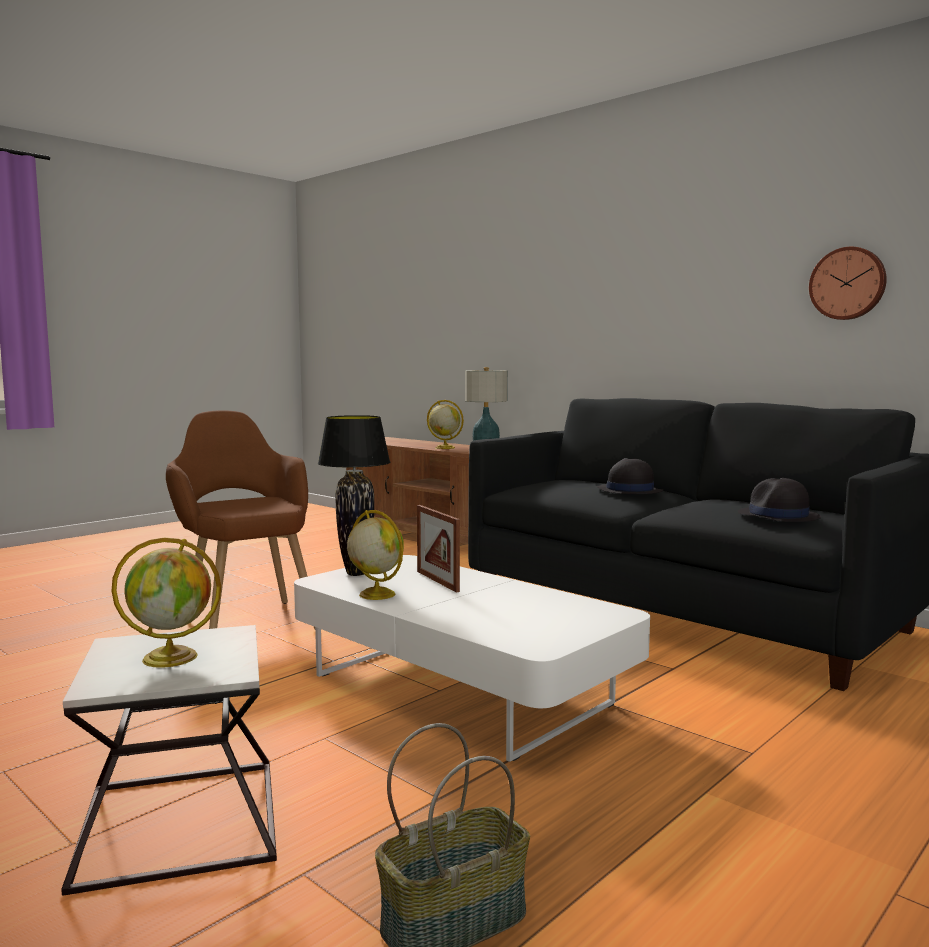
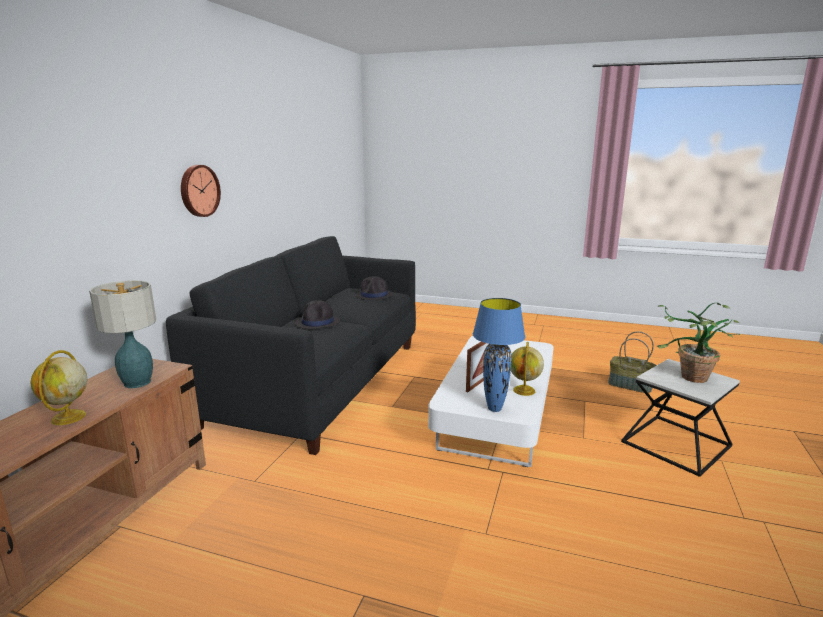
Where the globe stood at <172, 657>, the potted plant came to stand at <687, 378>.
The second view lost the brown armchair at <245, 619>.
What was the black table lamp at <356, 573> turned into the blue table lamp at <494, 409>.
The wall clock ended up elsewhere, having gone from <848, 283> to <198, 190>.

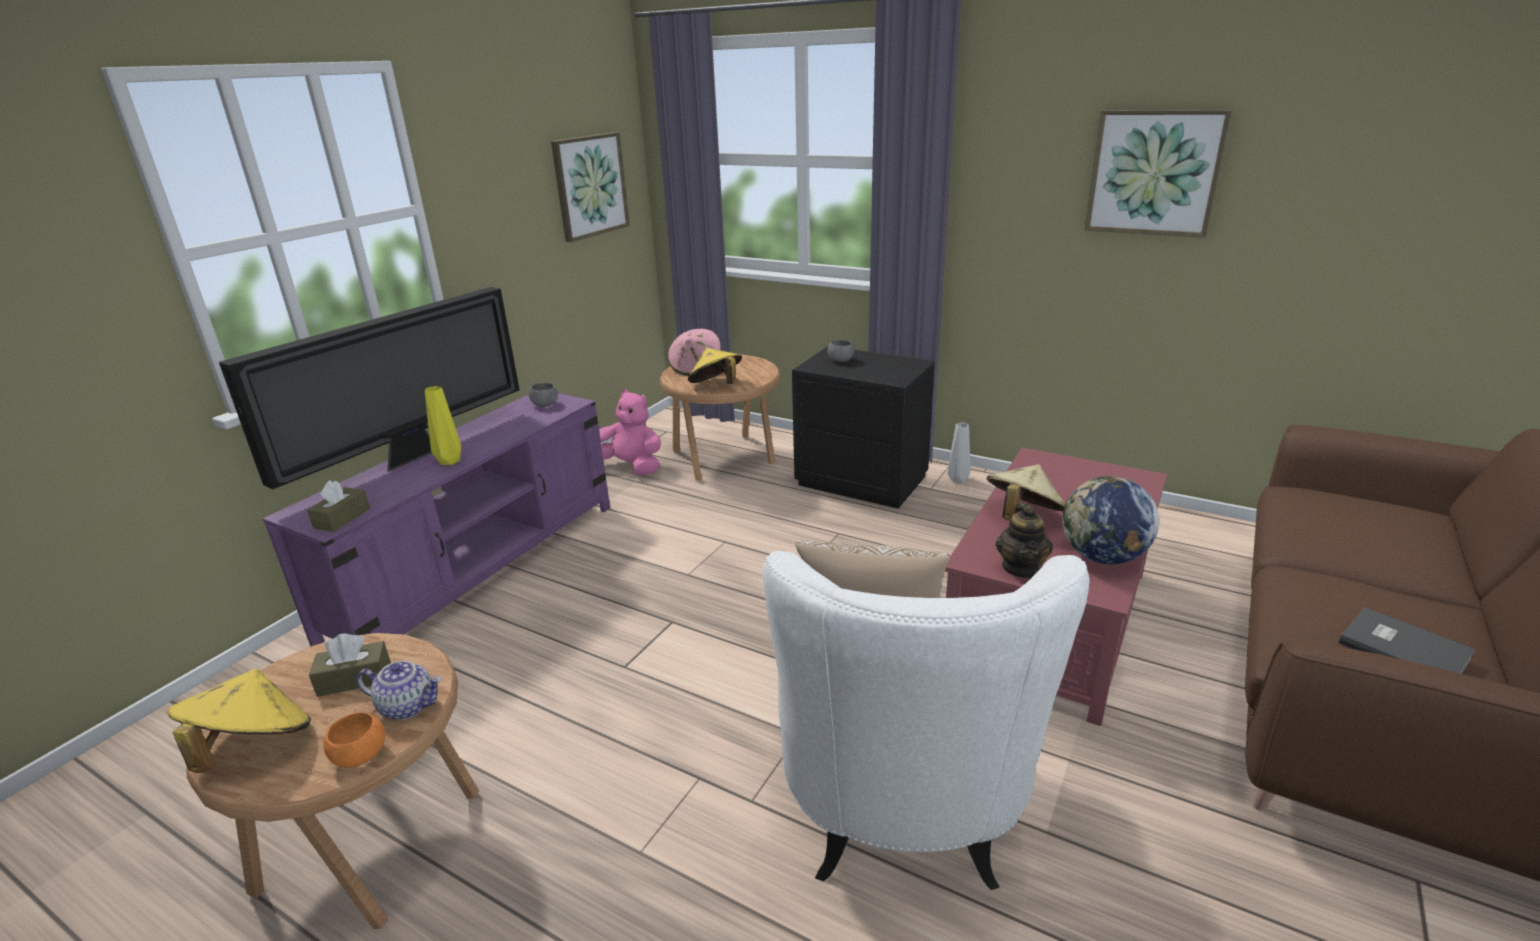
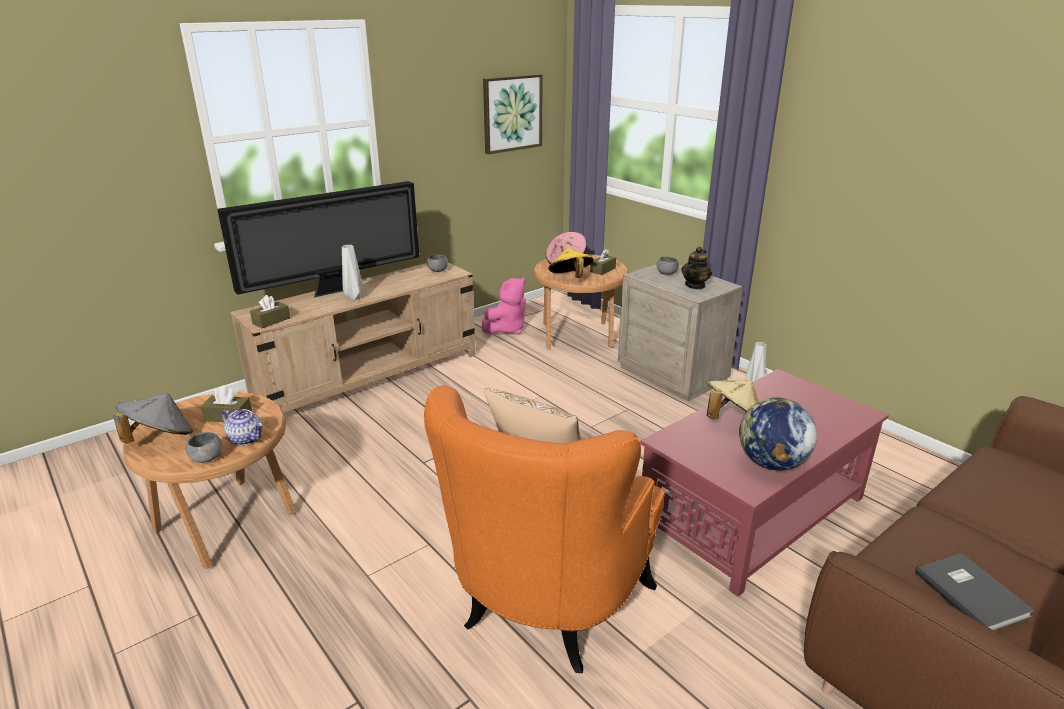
What was the yellow hat at <253, 745> turned into the grey hat at <160, 438>.
What was the purple tv stand at <480, 568> turned into the beige tv stand at <370, 377>.
What was the orange bowl at <360, 756> turned into the grey bowl at <207, 458>.
What was the yellow vase at <449, 461> turned into the grey vase at <354, 297>.
The pink plush toy at <631, 467> ended up facing another way, 90 degrees clockwise from before.
What was the white armchair at <901, 817> turned into the orange armchair at <544, 609>.
What was the black nightstand at <862, 480> turned into the beige nightstand at <673, 374>.
The teapot ended up elsewhere, having gone from <1021, 568> to <695, 285>.
The second view lost the picture at <1154, 172>.
The second view gained the brown tissue box at <602, 270>.

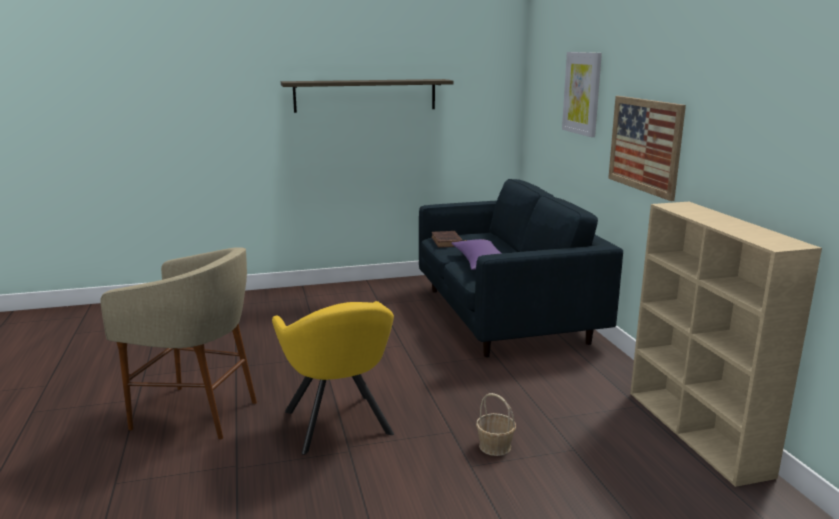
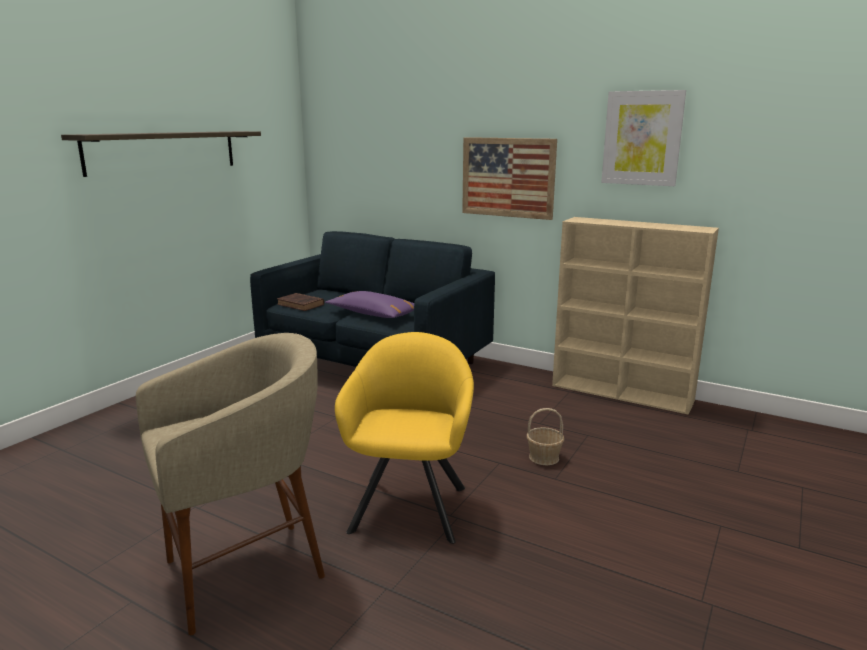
The yellow armchair at <339, 426> ended up facing another way, 105 degrees counterclockwise from before.
The picture ended up elsewhere, having gone from <582, 93> to <642, 138>.

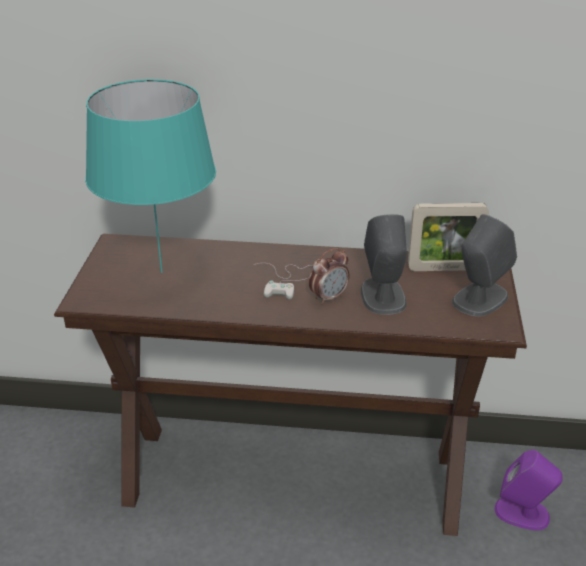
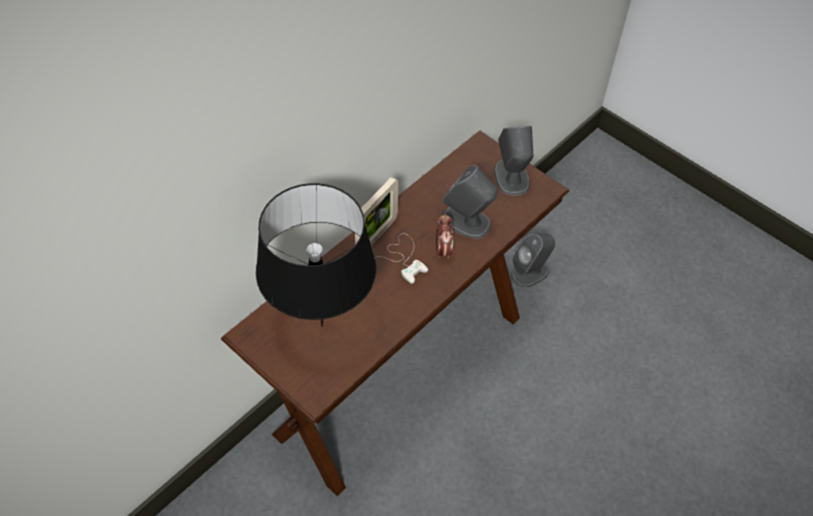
What was the turquoise table lamp at <161, 272> turned into the black table lamp at <322, 326>.
The picture frame ended up elsewhere, having gone from <443, 268> to <376, 235>.
What was the purple speaker at <523, 513> turned into the grey speaker at <530, 273>.

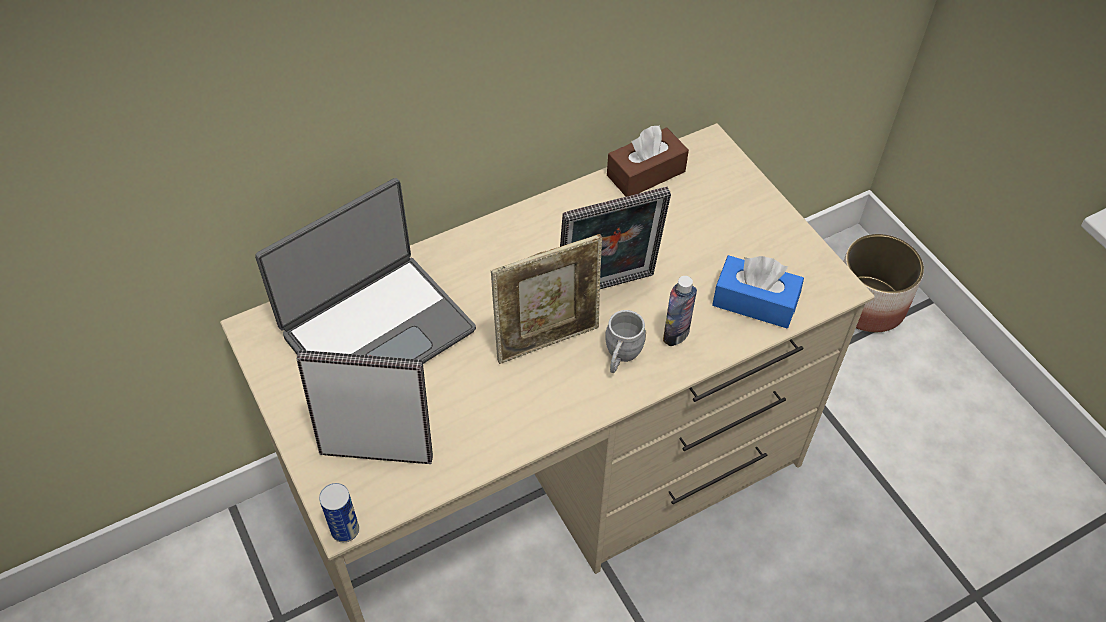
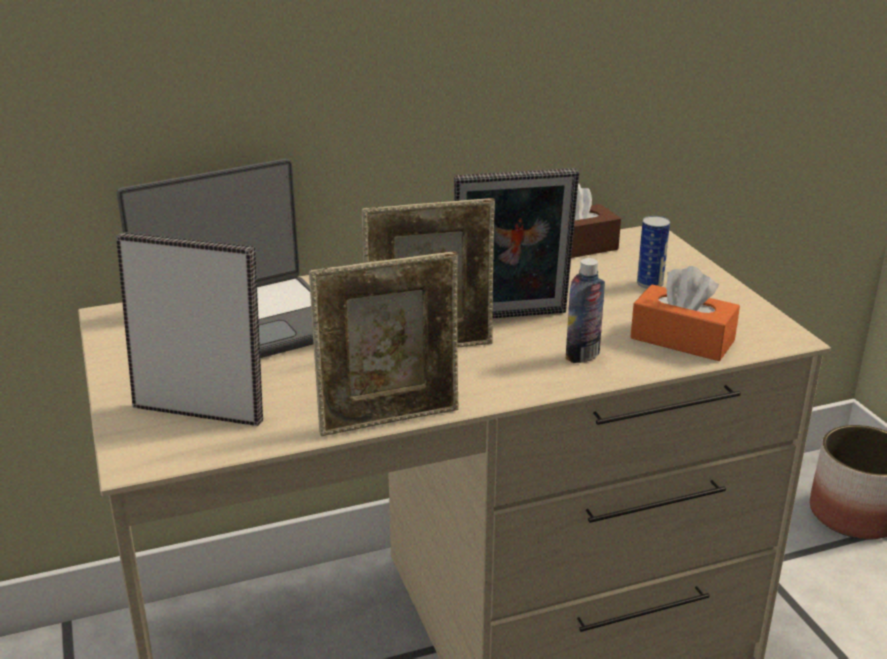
The can ended up elsewhere, having gone from <345, 530> to <649, 284>.
The second view lost the grey mug at <620, 357>.
What was the blue tissue box at <754, 302> turned into the orange tissue box at <682, 339>.
The second view gained the picture frame at <389, 418>.

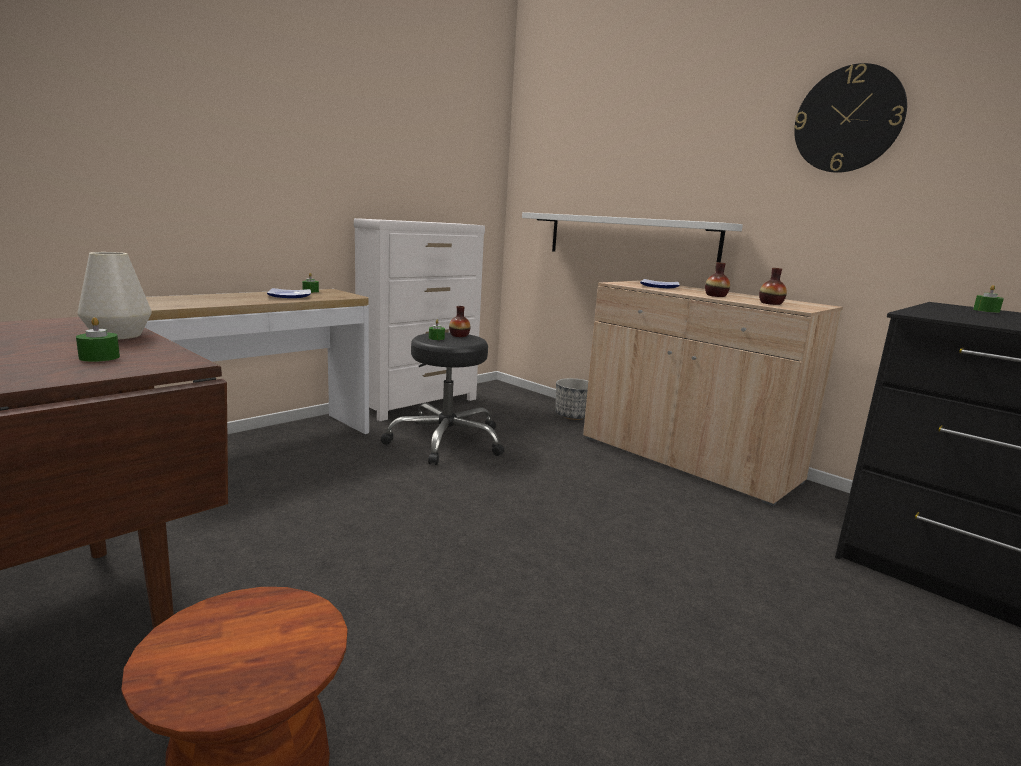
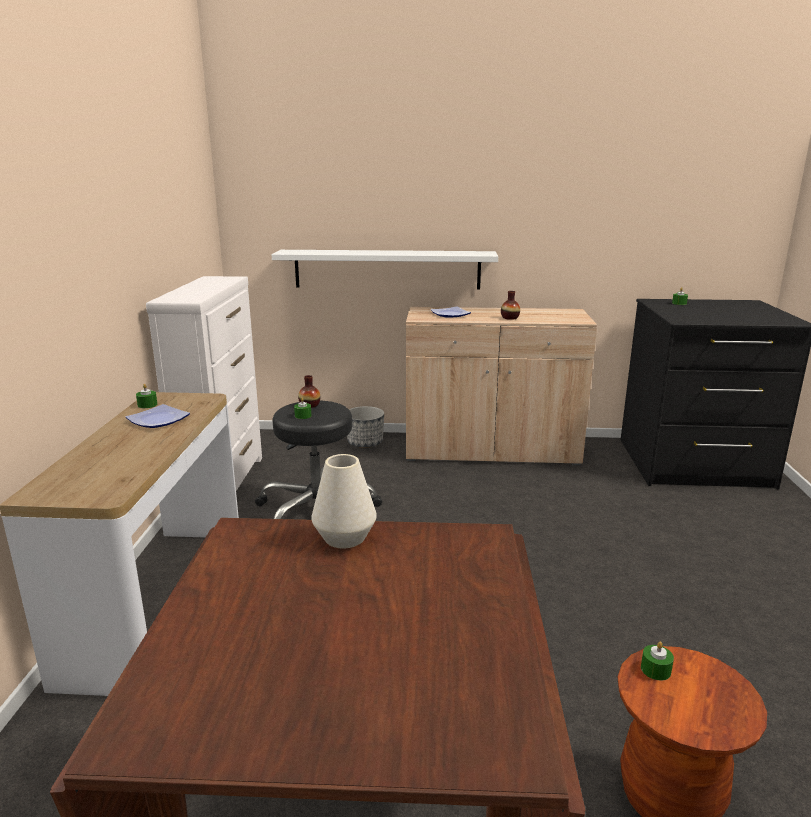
The green candle ended up elsewhere, having gone from <99, 357> to <655, 670>.
The second view lost the vase at <770, 303>.
The second view lost the wall clock at <848, 119>.

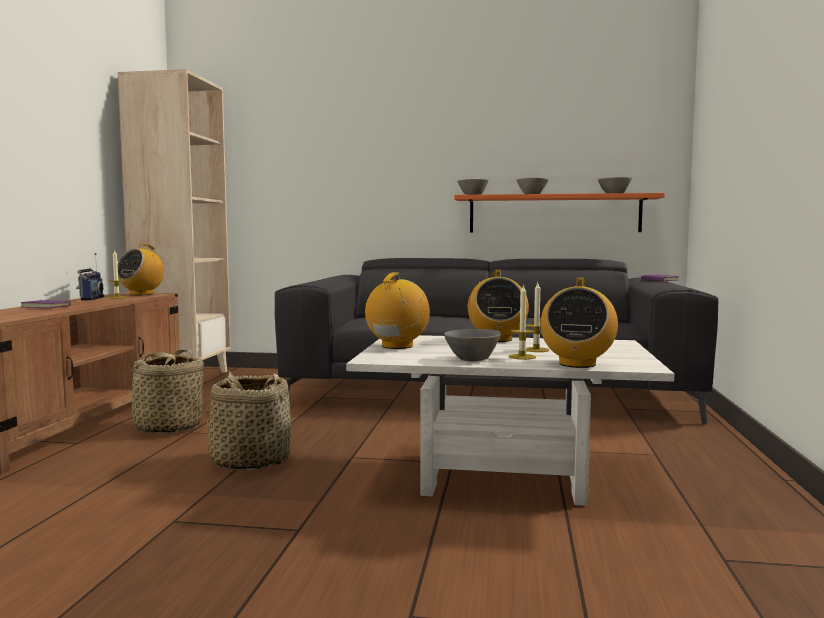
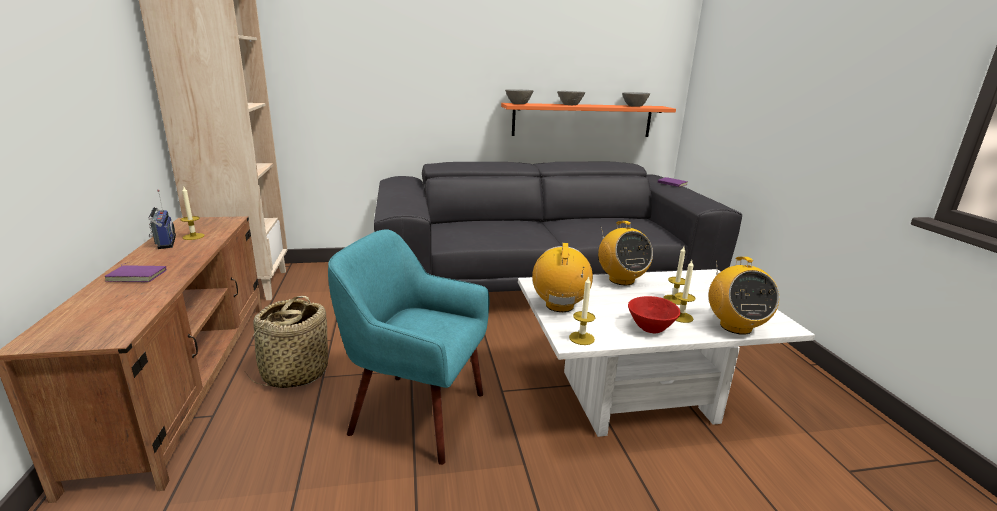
The second view lost the radio at <142, 294>.
Where the basket stood at <250, 461>, the turquoise armchair came to stand at <416, 413>.
What was the grey bowl at <471, 359> turned into the red bowl at <649, 327>.
The second view gained the candle at <581, 338>.

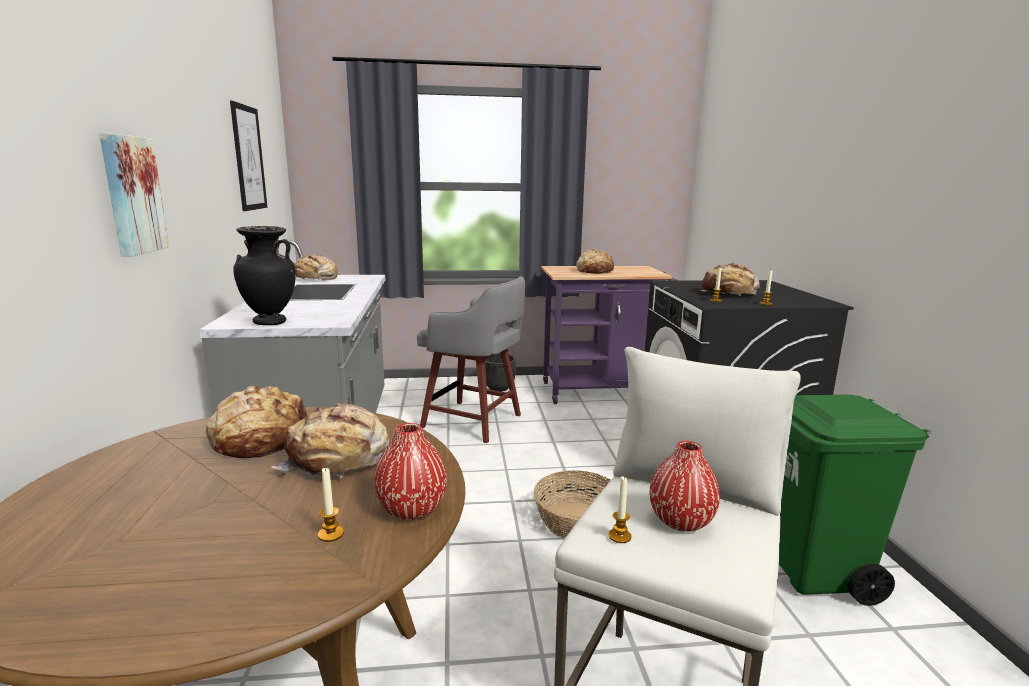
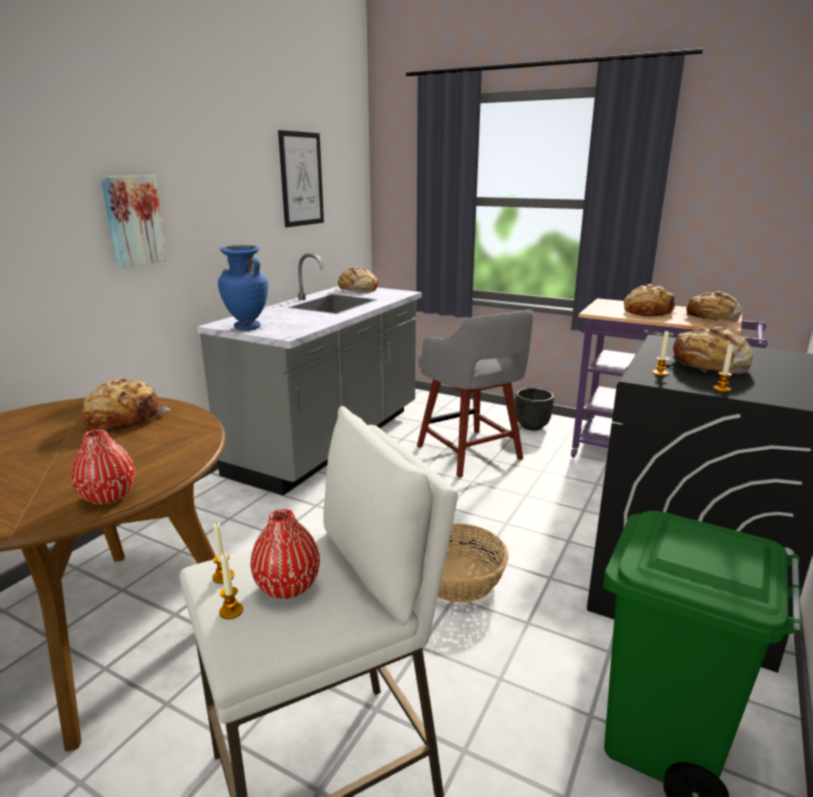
What was the black vase at <270, 322> turned into the blue vase at <247, 327>.
The bread ended up elsewhere, having gone from <338, 459> to <711, 318>.
The candle ended up elsewhere, having gone from <331, 534> to <231, 611>.

